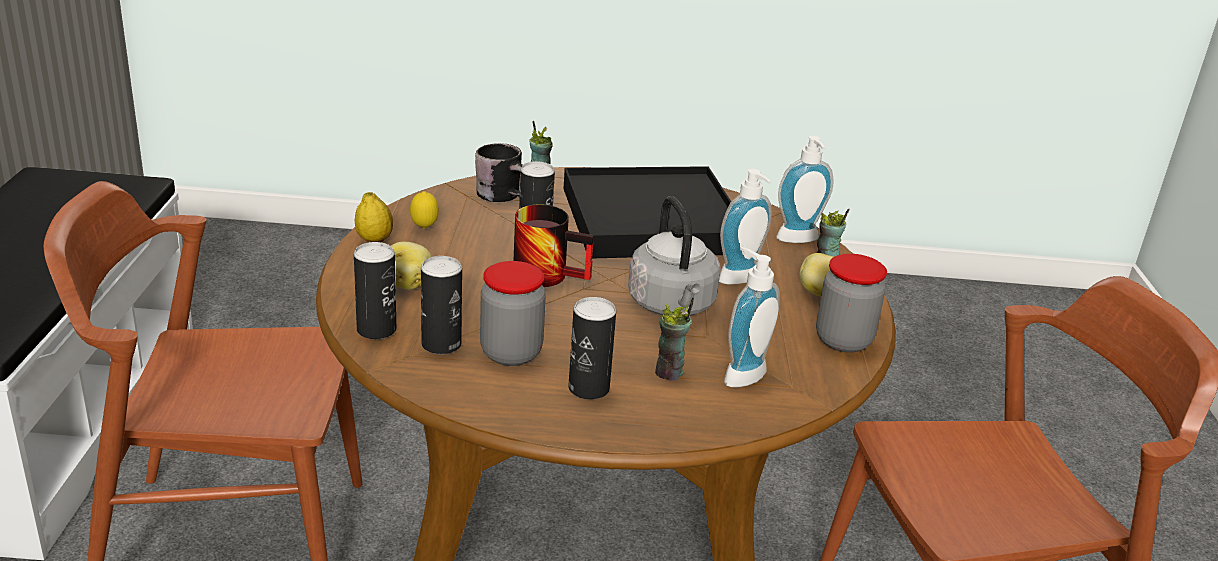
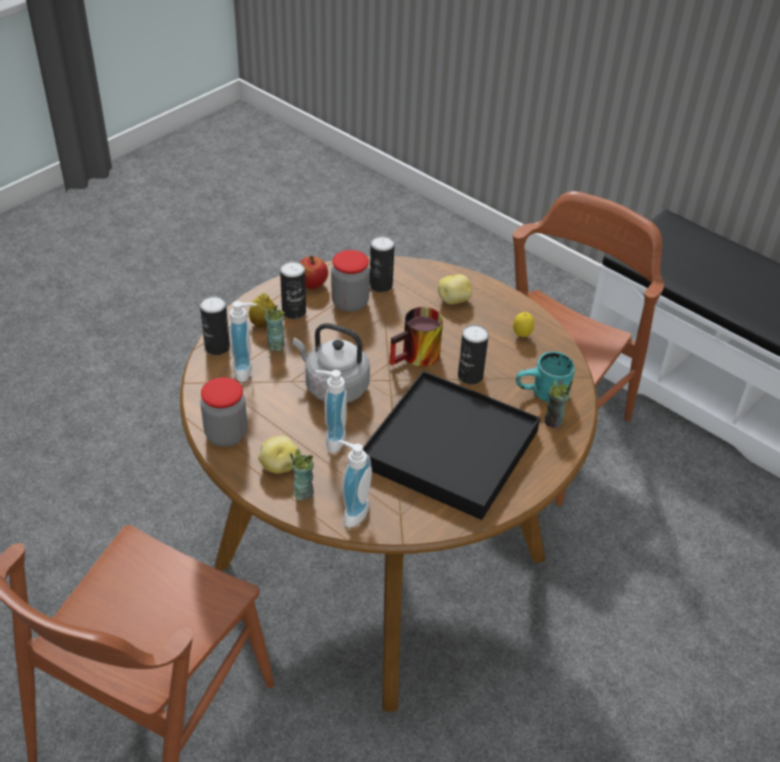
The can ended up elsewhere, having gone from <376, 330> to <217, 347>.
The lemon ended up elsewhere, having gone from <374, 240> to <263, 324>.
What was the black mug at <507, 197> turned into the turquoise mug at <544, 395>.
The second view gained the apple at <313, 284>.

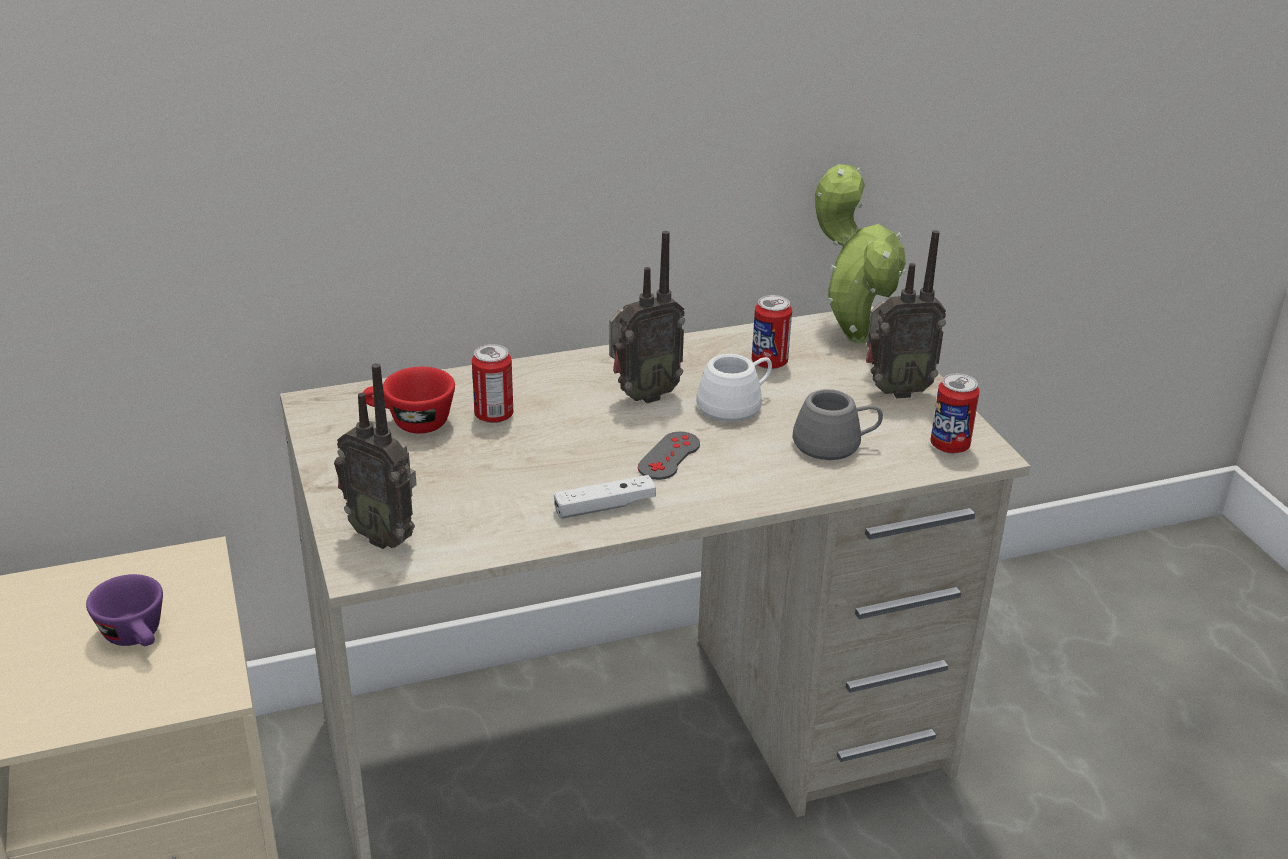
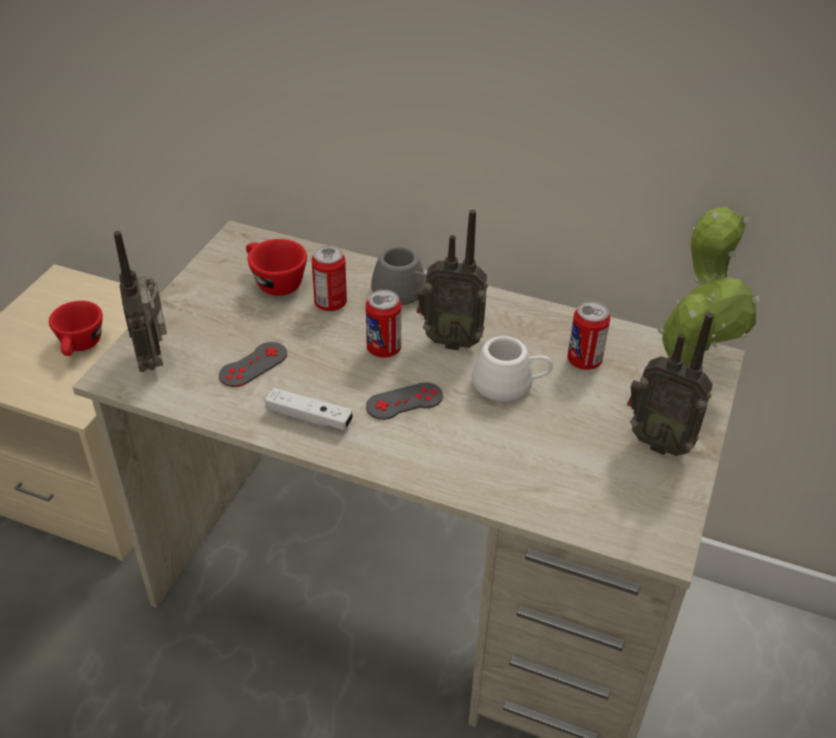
What was the purple cup at <137, 637> turned into the red cup at <80, 346>.
The grey mug ended up elsewhere, having gone from <835, 444> to <404, 294>.
The can ended up elsewhere, having gone from <949, 446> to <383, 349>.
The second view gained the grey game controller at <253, 365>.

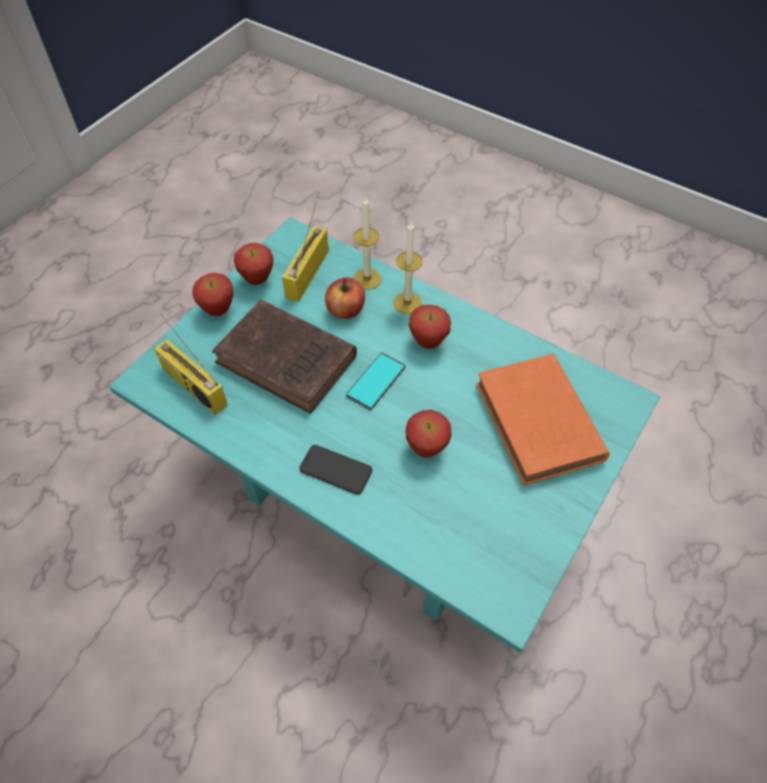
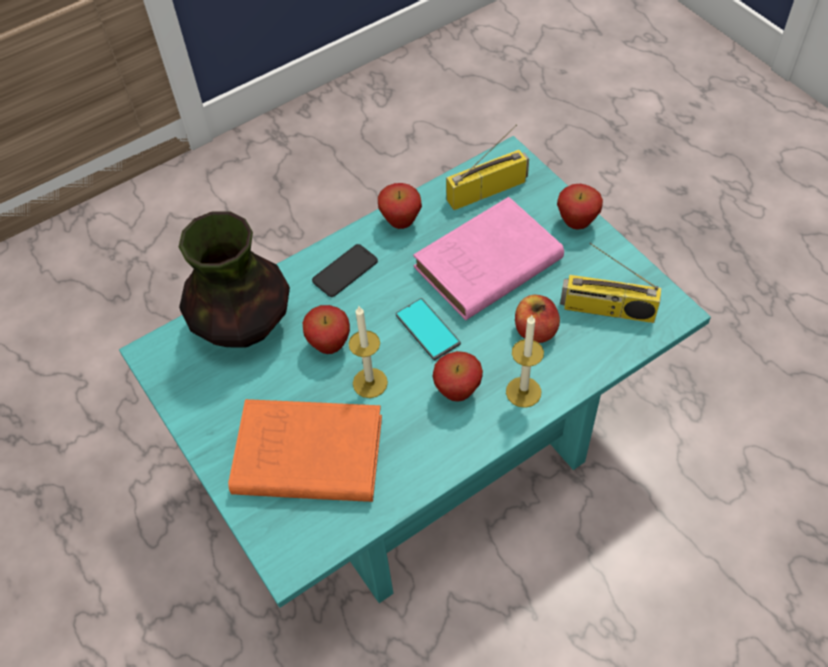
What was the brown book at <289, 361> turned into the pink book at <484, 265>.
The apple ended up elsewhere, having gone from <257, 280> to <401, 223>.
The radio at <307, 272> ended up facing another way, 150 degrees clockwise from before.
The candle ended up elsewhere, having gone from <367, 279> to <370, 383>.
The second view gained the vase at <243, 324>.

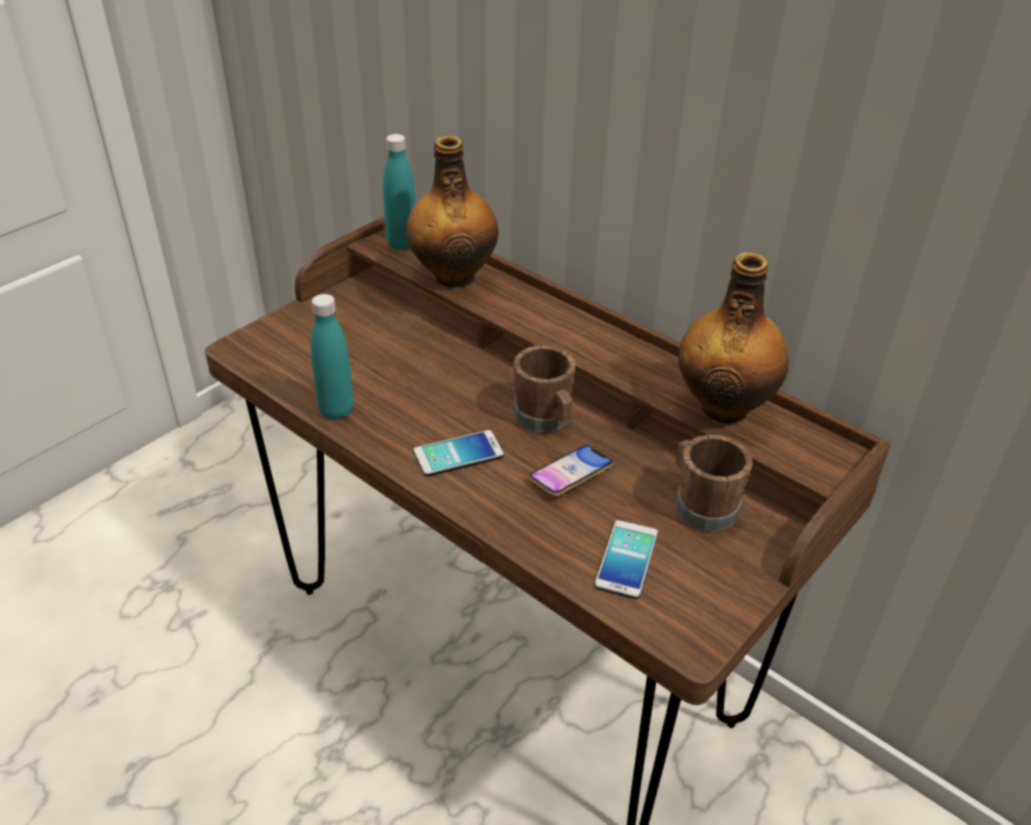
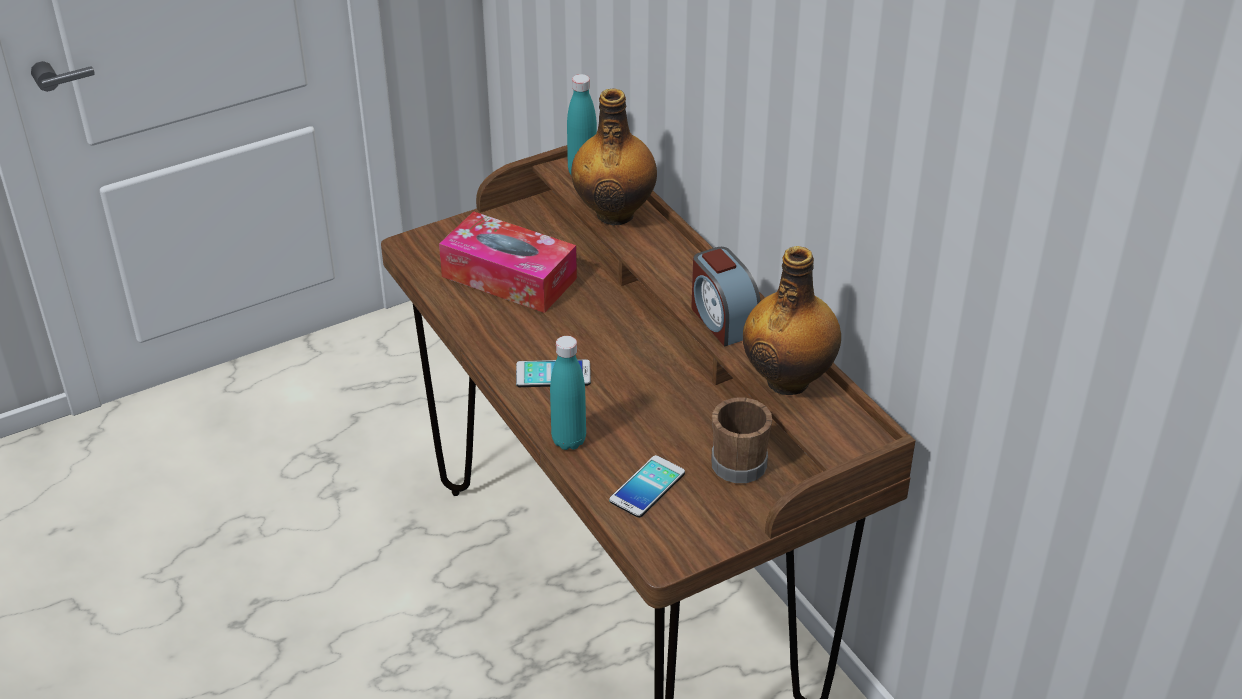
The turquoise bottle ended up elsewhere, having gone from <336, 410> to <569, 440>.
The second view lost the brown mug at <545, 419>.
The second view lost the phone at <571, 475>.
The second view gained the tissue box at <509, 277>.
The second view gained the alarm clock at <722, 320>.

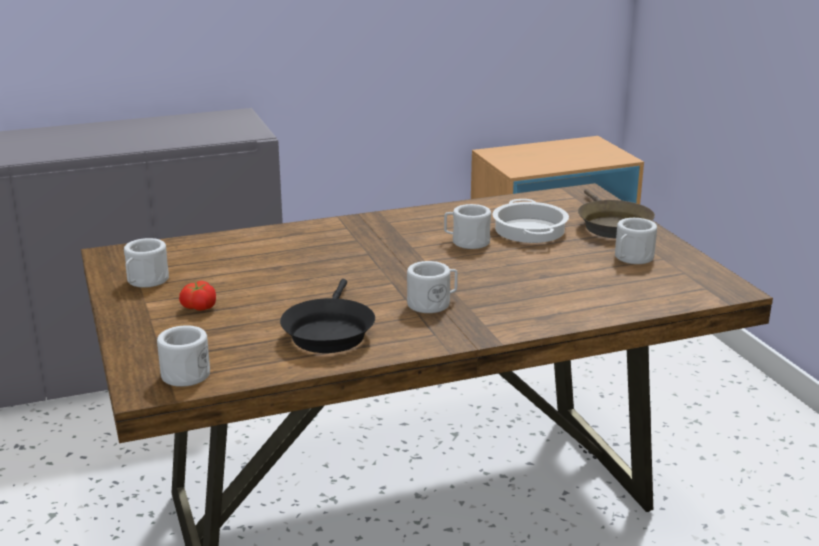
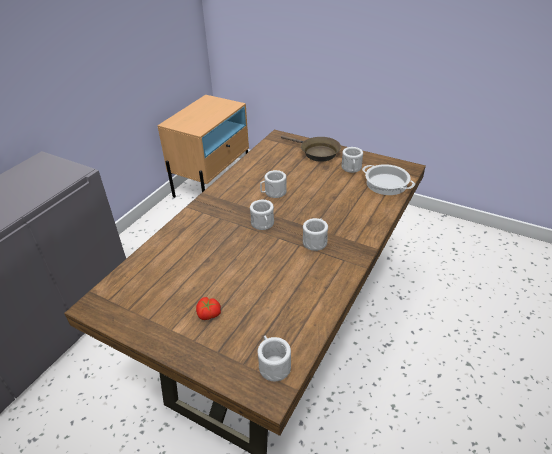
The white mug ended up elsewhere, having gone from <145, 281> to <263, 225>.
The second view lost the black frying pan at <328, 332>.
The cooking pot ended up elsewhere, having gone from <528, 230> to <386, 184>.

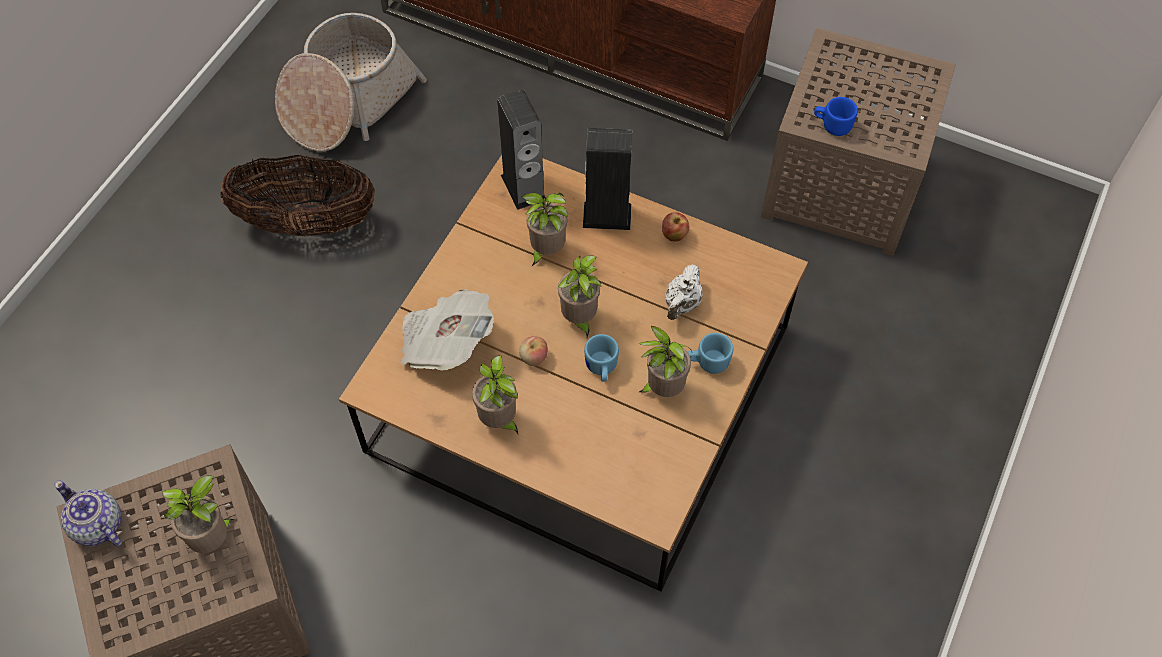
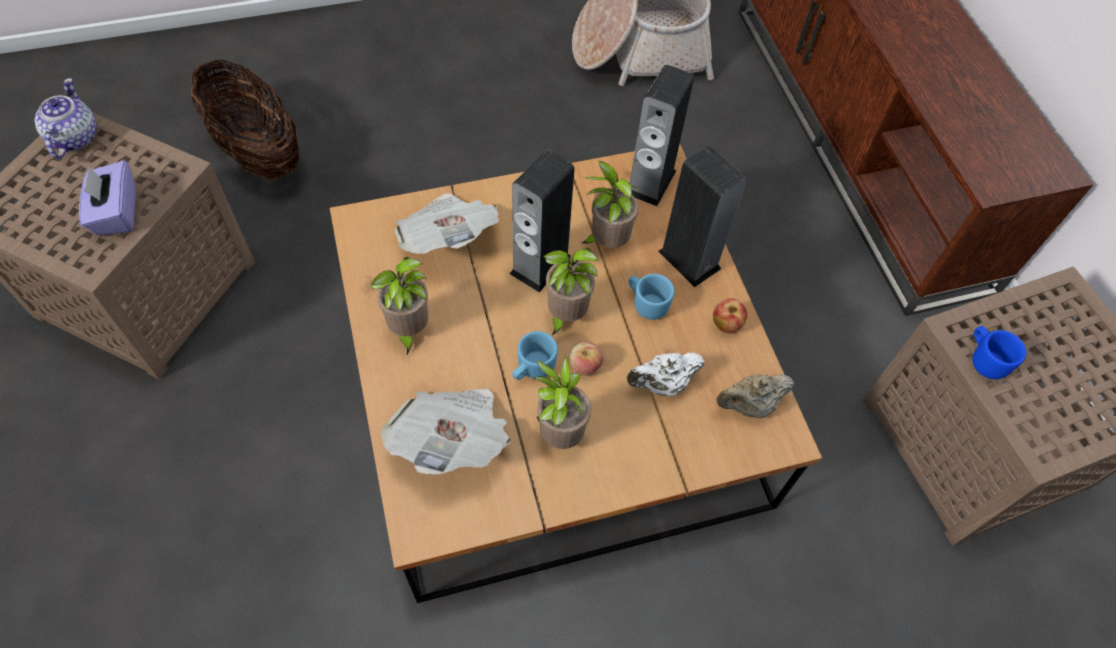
Where the potted plant stood at <214, 538>, the purple tissue box came to stand at <116, 213>.
The basket ended up elsewhere, having gone from <307, 222> to <258, 151>.
The apple ended up elsewhere, having gone from <533, 357> to <584, 366>.
The blue mug ended up elsewhere, having gone from <707, 362> to <646, 303>.
The second view gained the newspaper at <453, 440>.
The second view gained the speaker at <540, 264>.
The second view gained the beige teapot at <749, 405>.

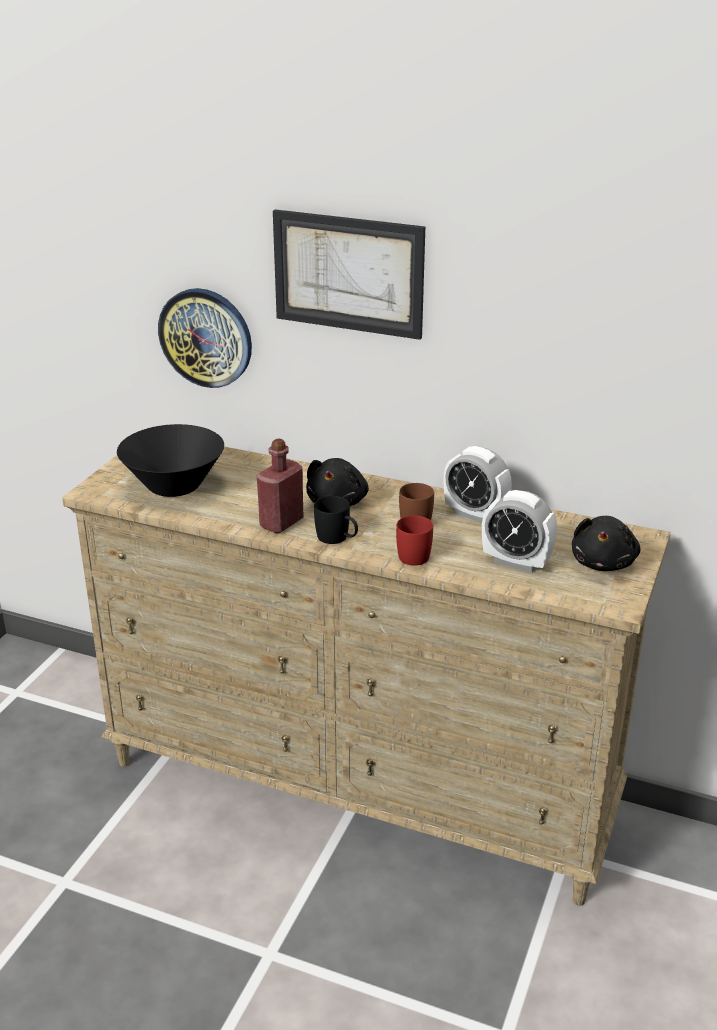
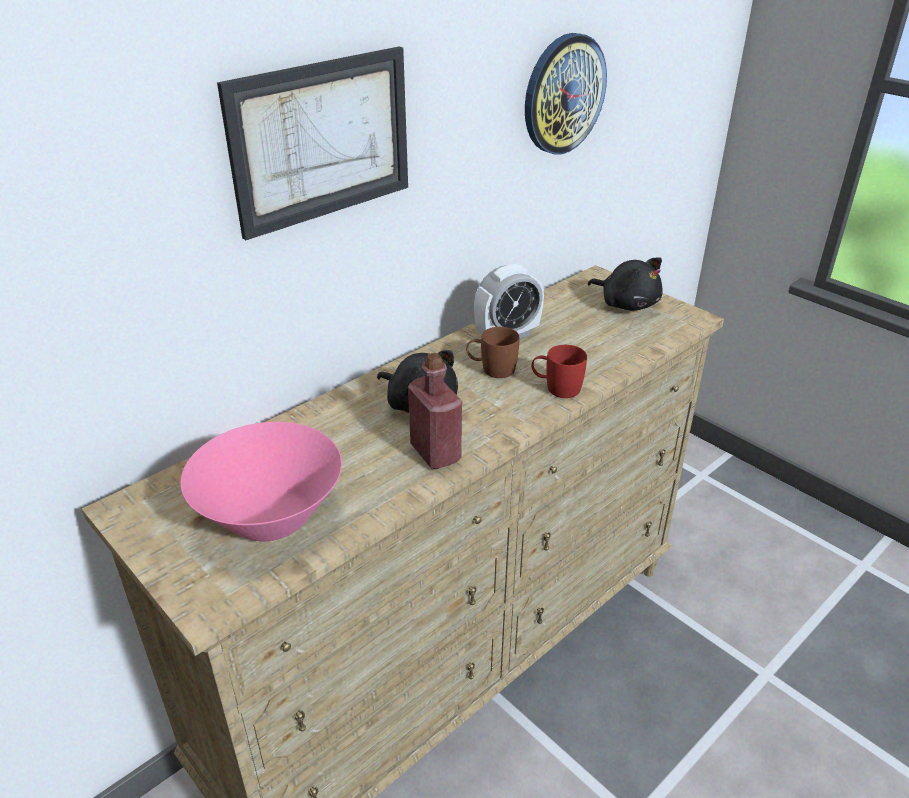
What was the black bowl at <174, 486> turned into the pink bowl at <270, 518>.
The wall clock ended up elsewhere, having gone from <206, 337> to <563, 94>.
The second view lost the black mug at <337, 539>.
The second view lost the alarm clock at <516, 562>.

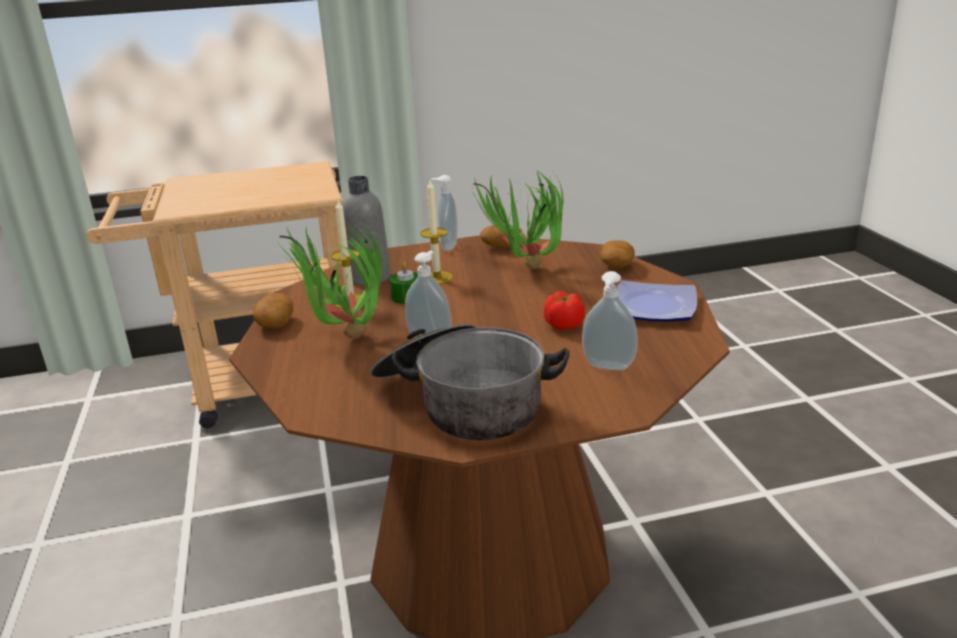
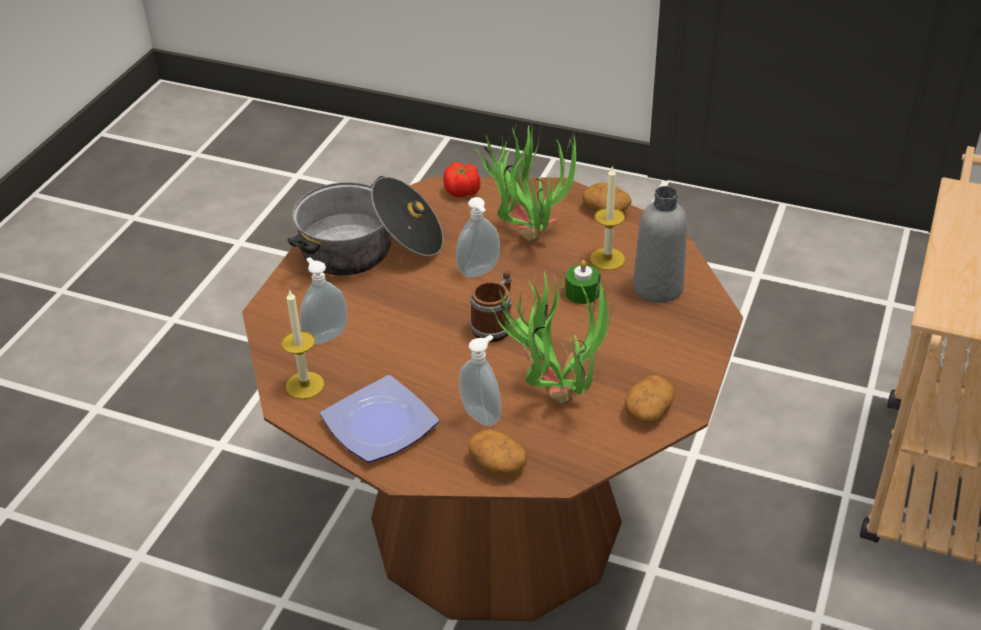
The candle ended up elsewhere, having gone from <437, 278> to <305, 385>.
The soap dispenser ended up elsewhere, having gone from <447, 246> to <482, 414>.
The tomato ended up elsewhere, having gone from <564, 325> to <462, 192>.
The second view gained the mug at <495, 325>.

